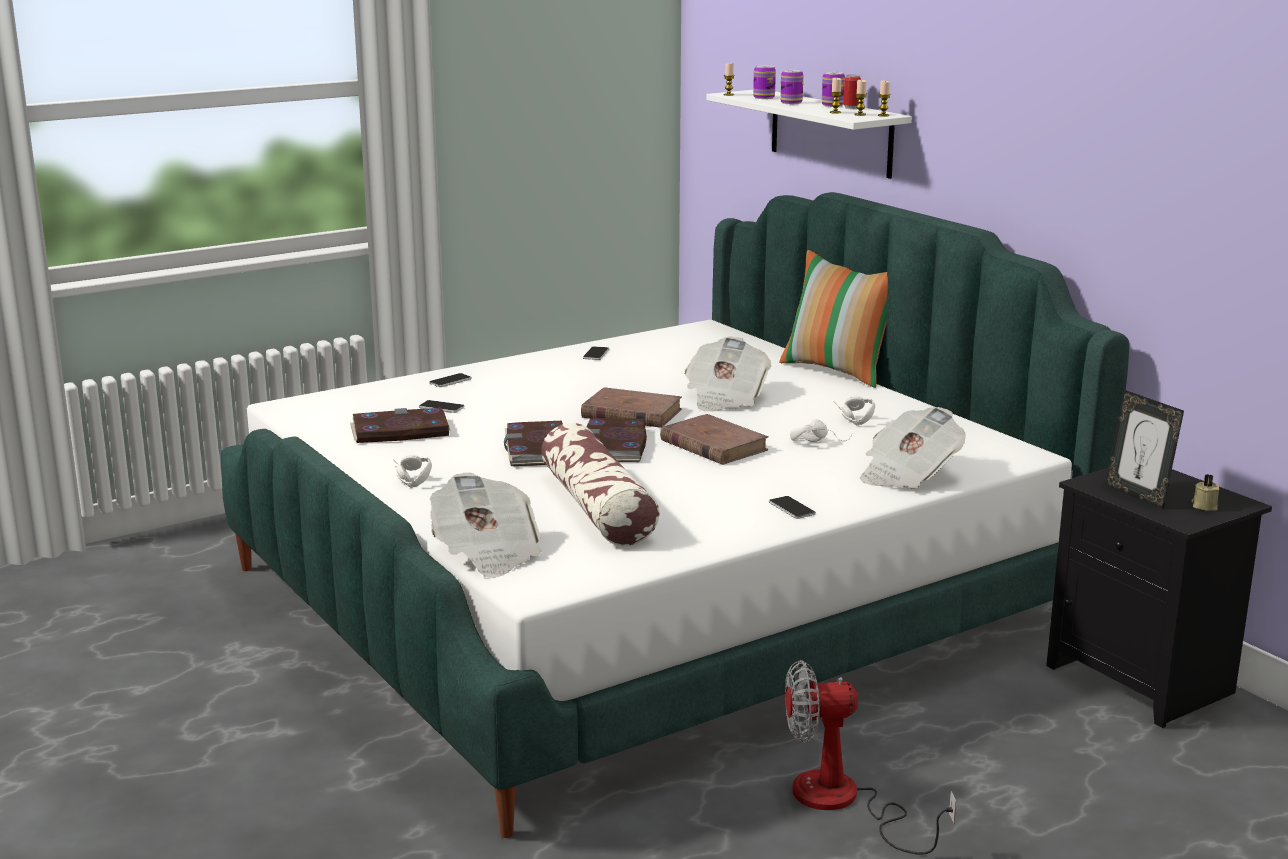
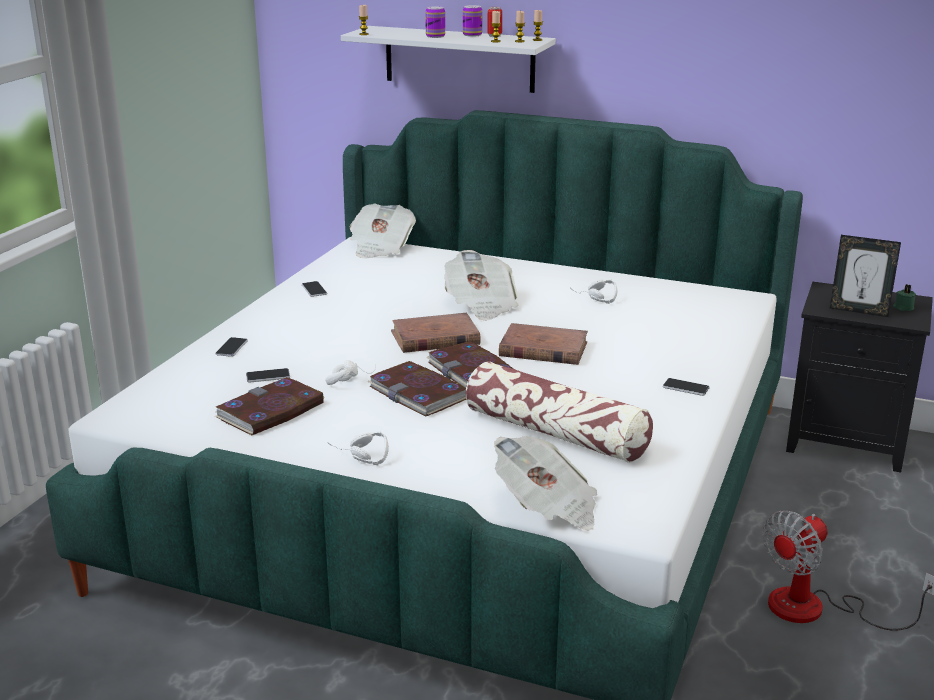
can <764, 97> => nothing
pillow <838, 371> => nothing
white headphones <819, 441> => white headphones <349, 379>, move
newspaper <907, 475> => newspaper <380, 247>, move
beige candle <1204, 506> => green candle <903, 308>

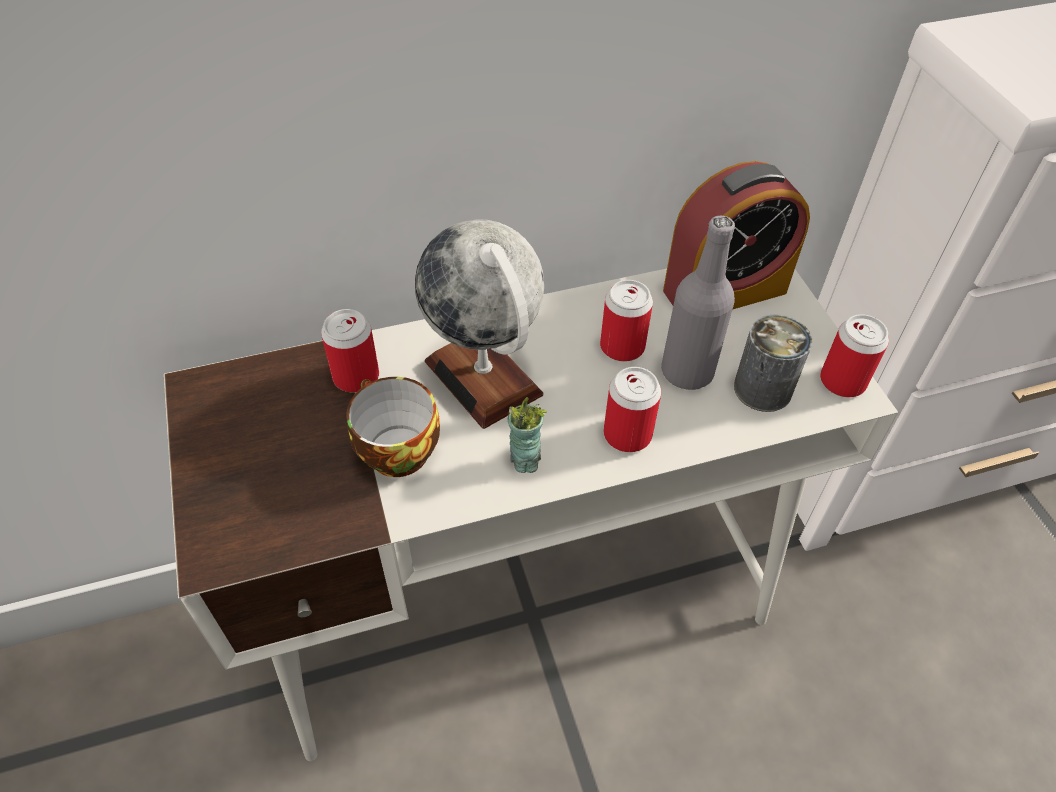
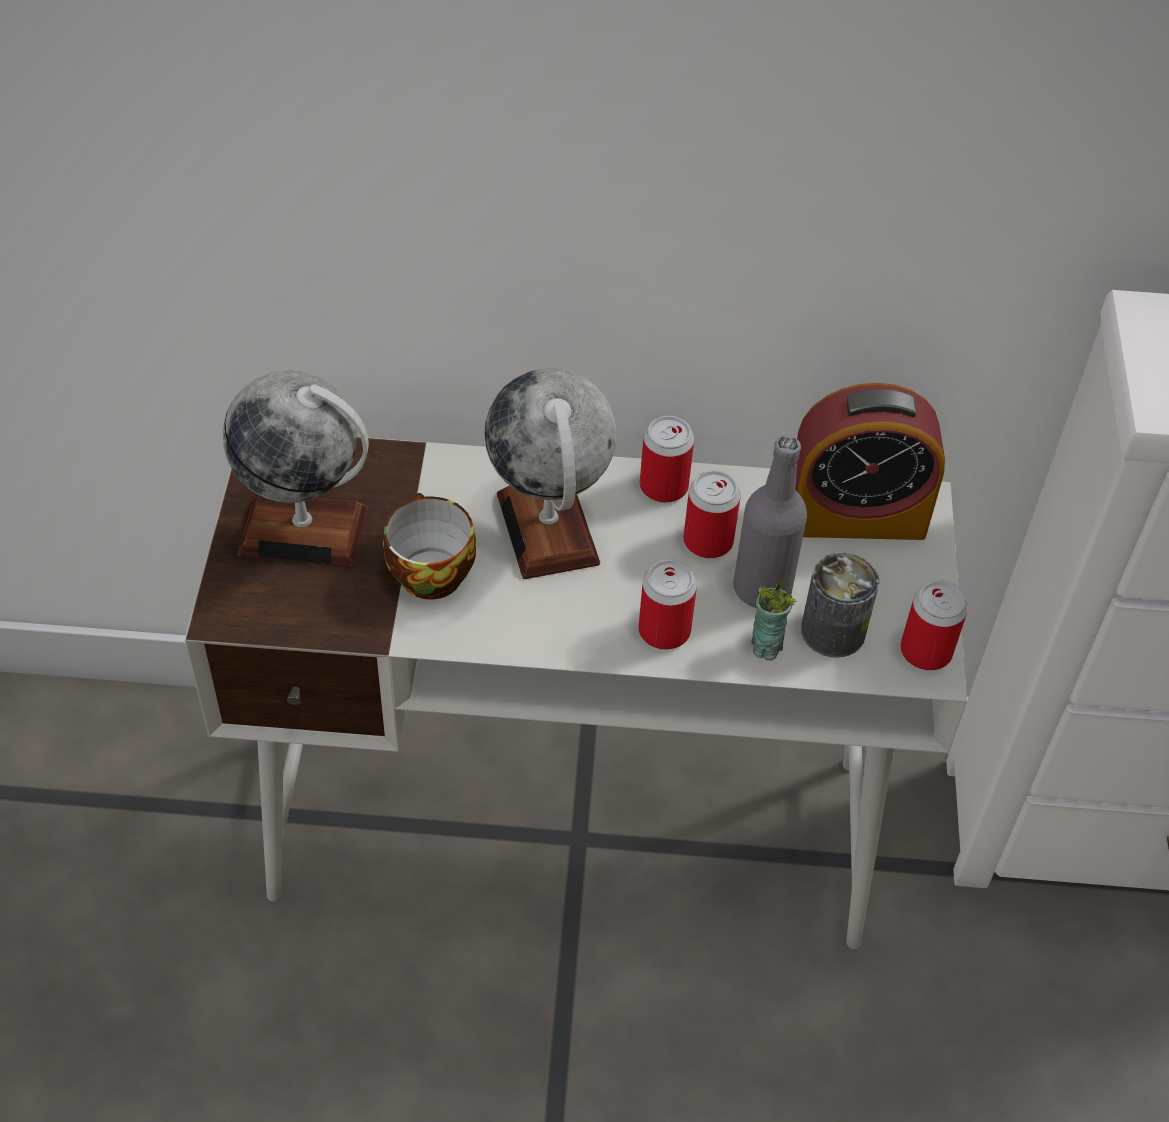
nothing => globe <304, 531>
can <356, 376> => can <663, 486>, move
cup <524, 460> => cup <765, 646>, move

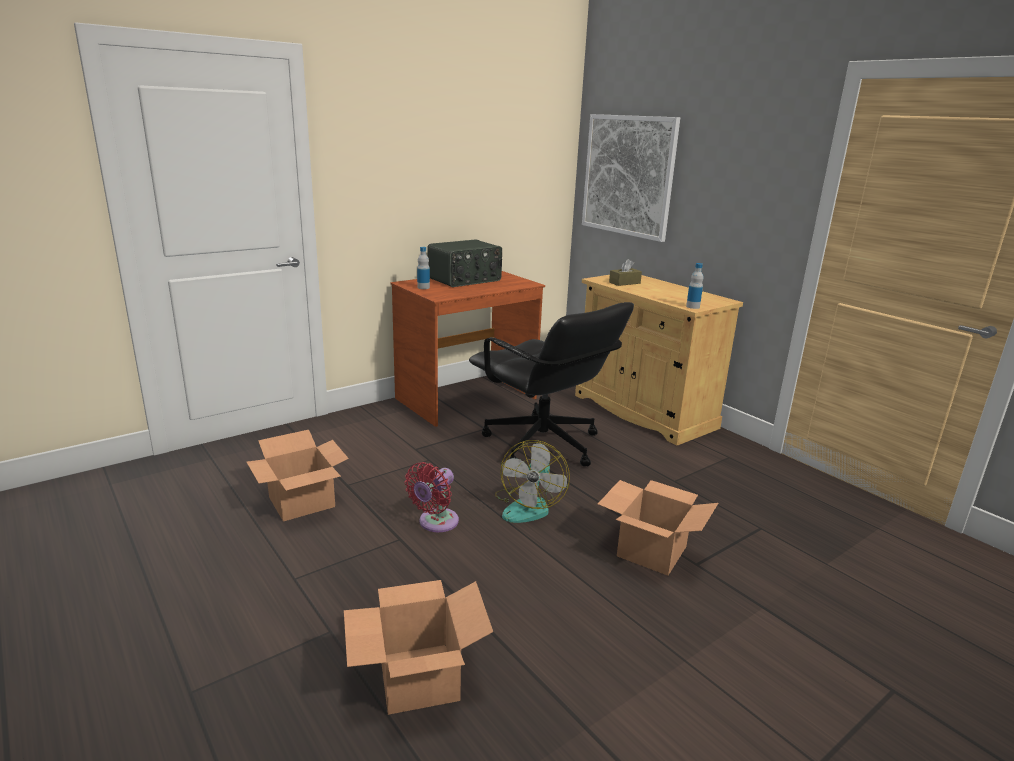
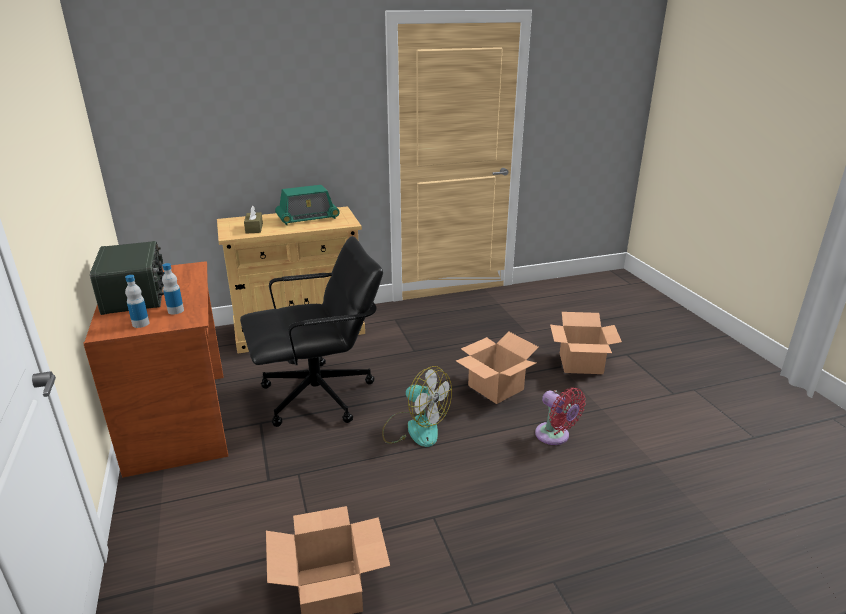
picture <628, 176> => nothing
nothing => radio <308, 218>
cardboard box <419, 679> => cardboard box <581, 363>, move
red fan <435, 523> => red fan <555, 436>, move
bottle <692, 307> => bottle <176, 311>, move

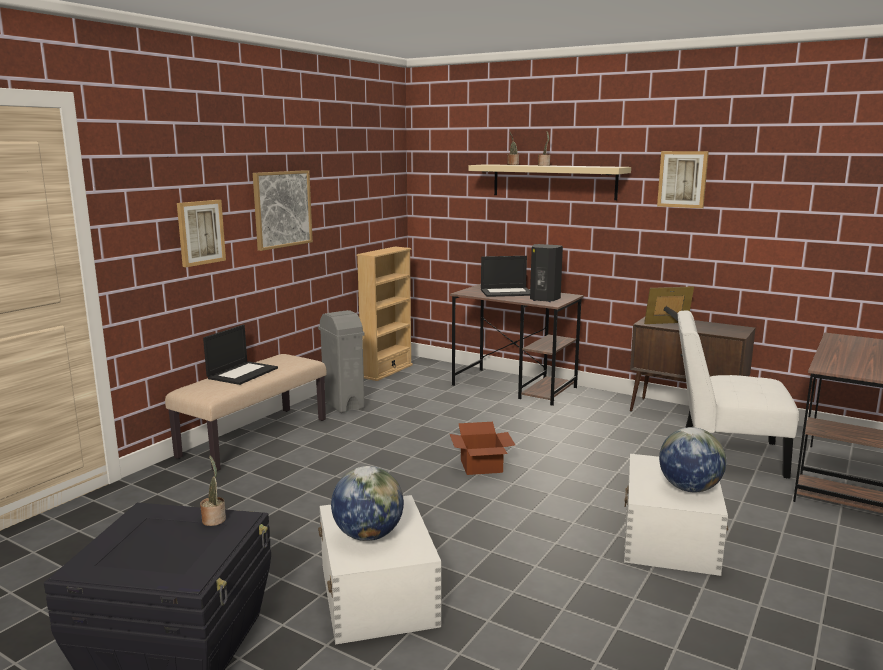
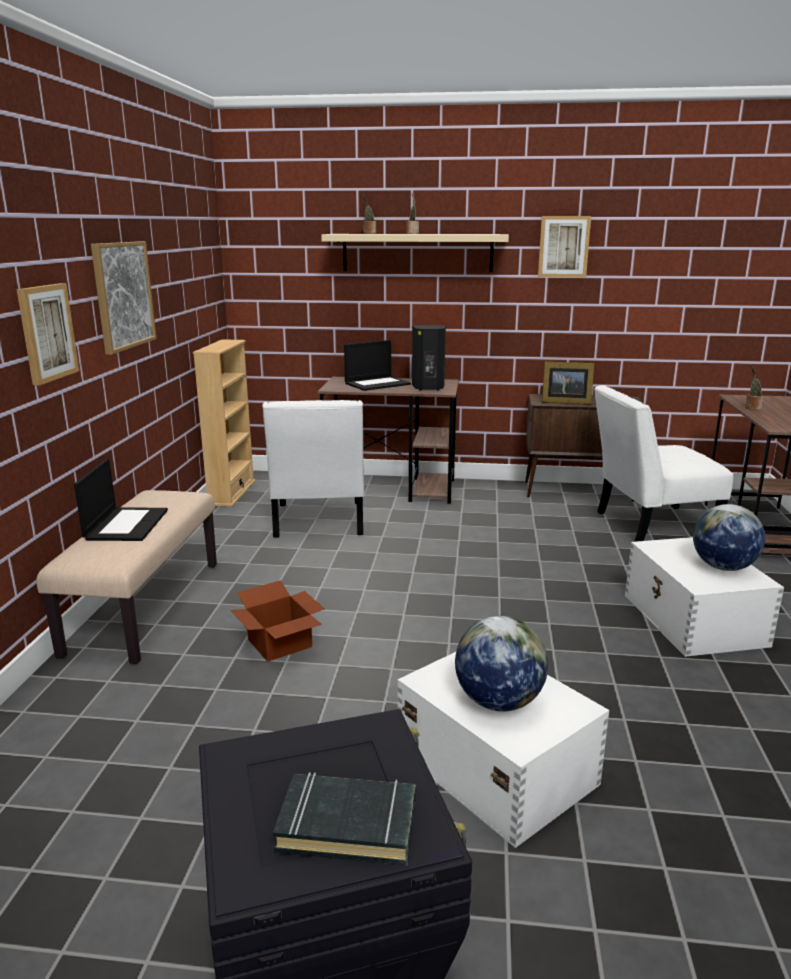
grey trash can <343, 404> => nothing
nothing => white chair <318, 522>
nothing => black book <348, 825>
potted plant <214, 519> => potted plant <752, 408>, move
cardboard box <480, 466> => cardboard box <279, 644>, move
picture frame <670, 324> => picture frame <564, 402>, 135 degrees counterclockwise

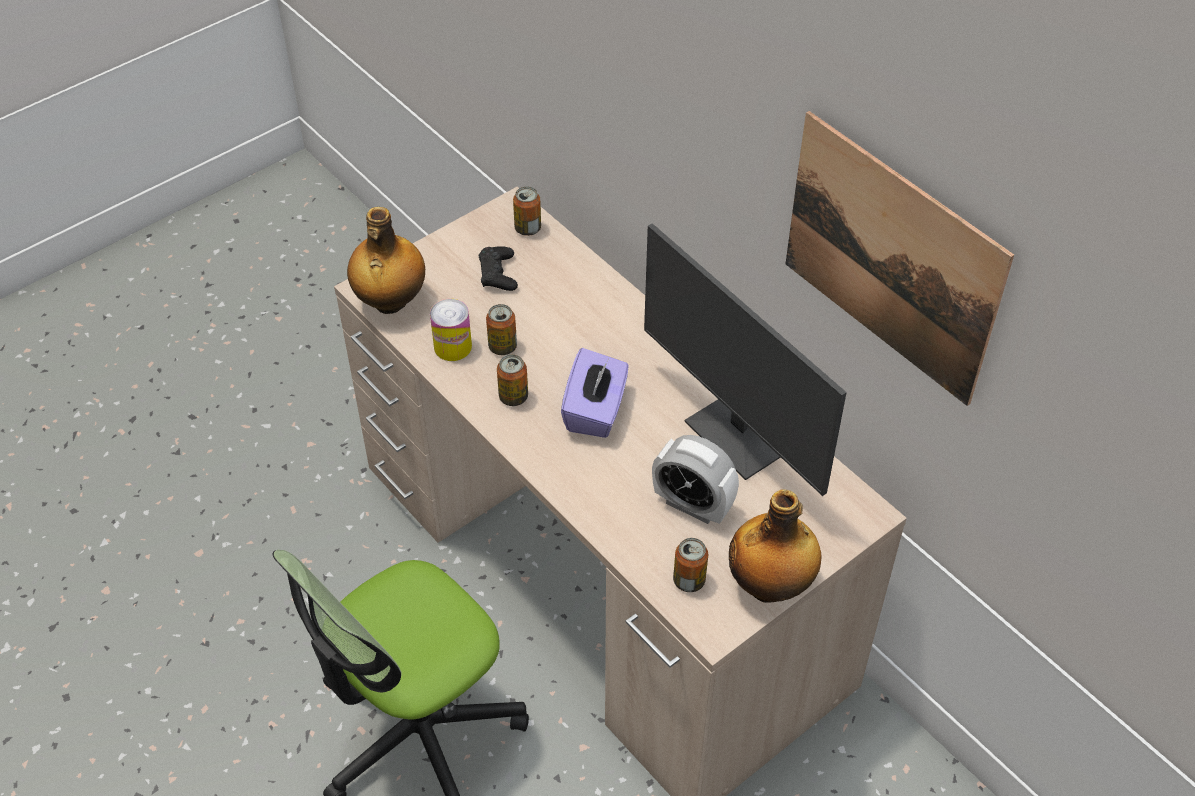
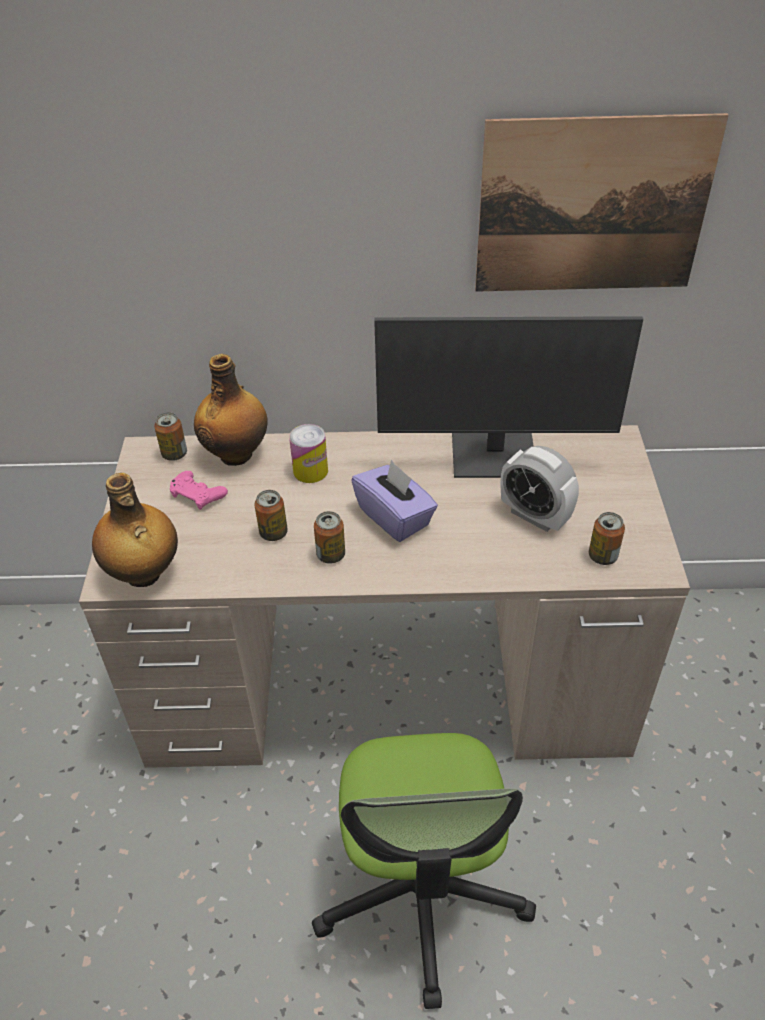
can <453, 347> => can <310, 471>, move
bottle <770, 585> => bottle <237, 454>, move
black game controller <498, 274> => pink game controller <197, 494>
alarm clock <692, 505> => alarm clock <535, 516>, 60 degrees clockwise

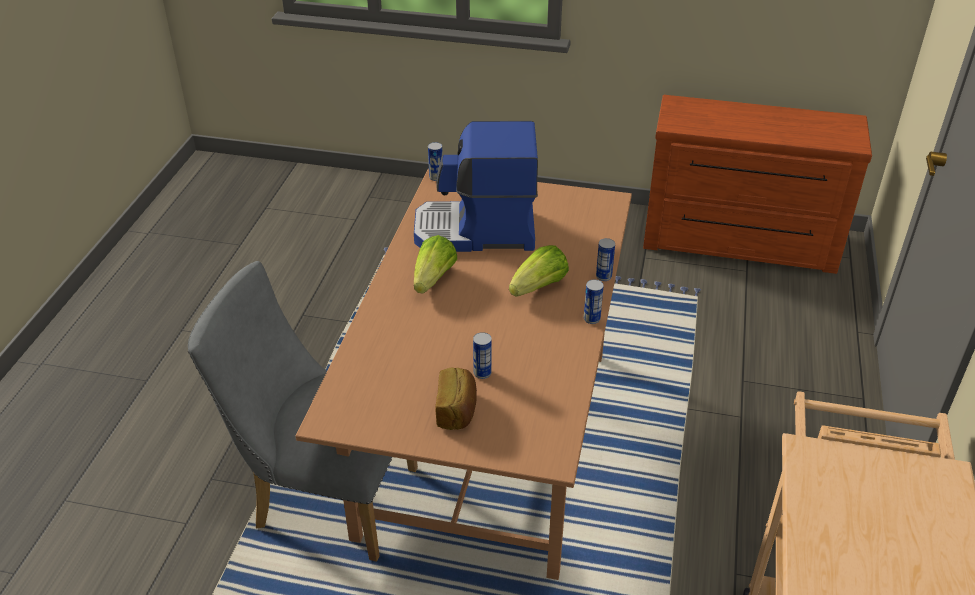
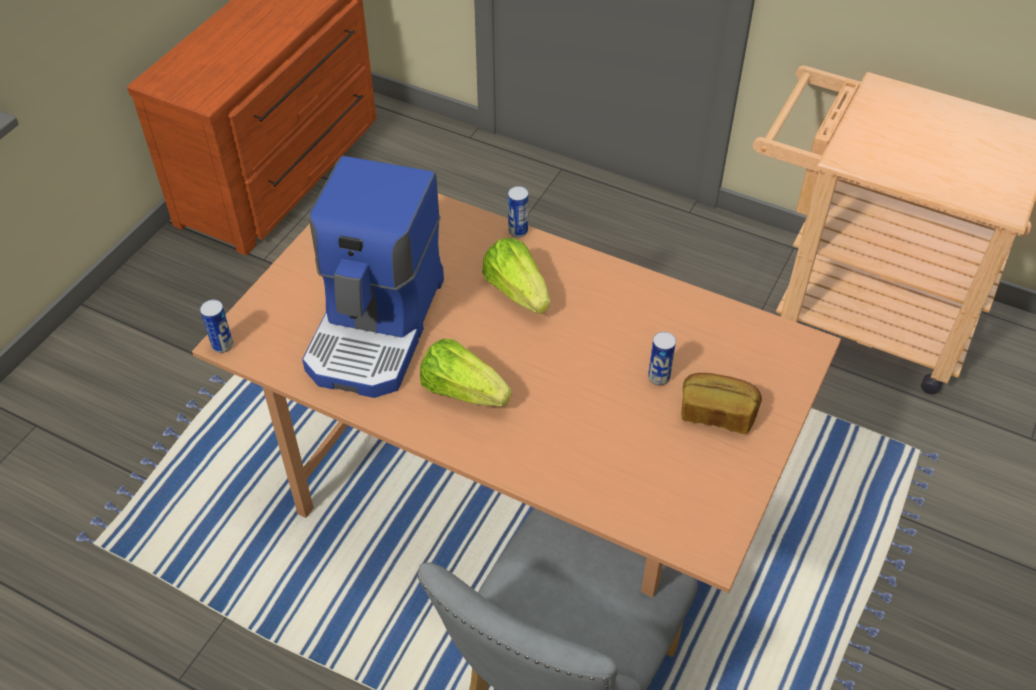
can <591, 319> => nothing

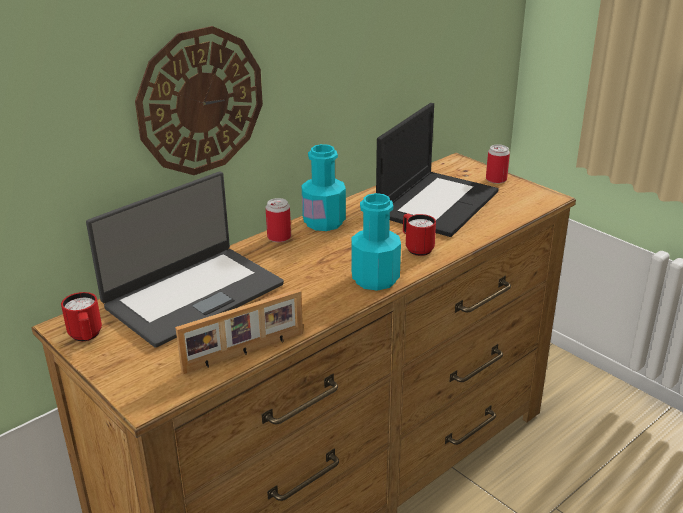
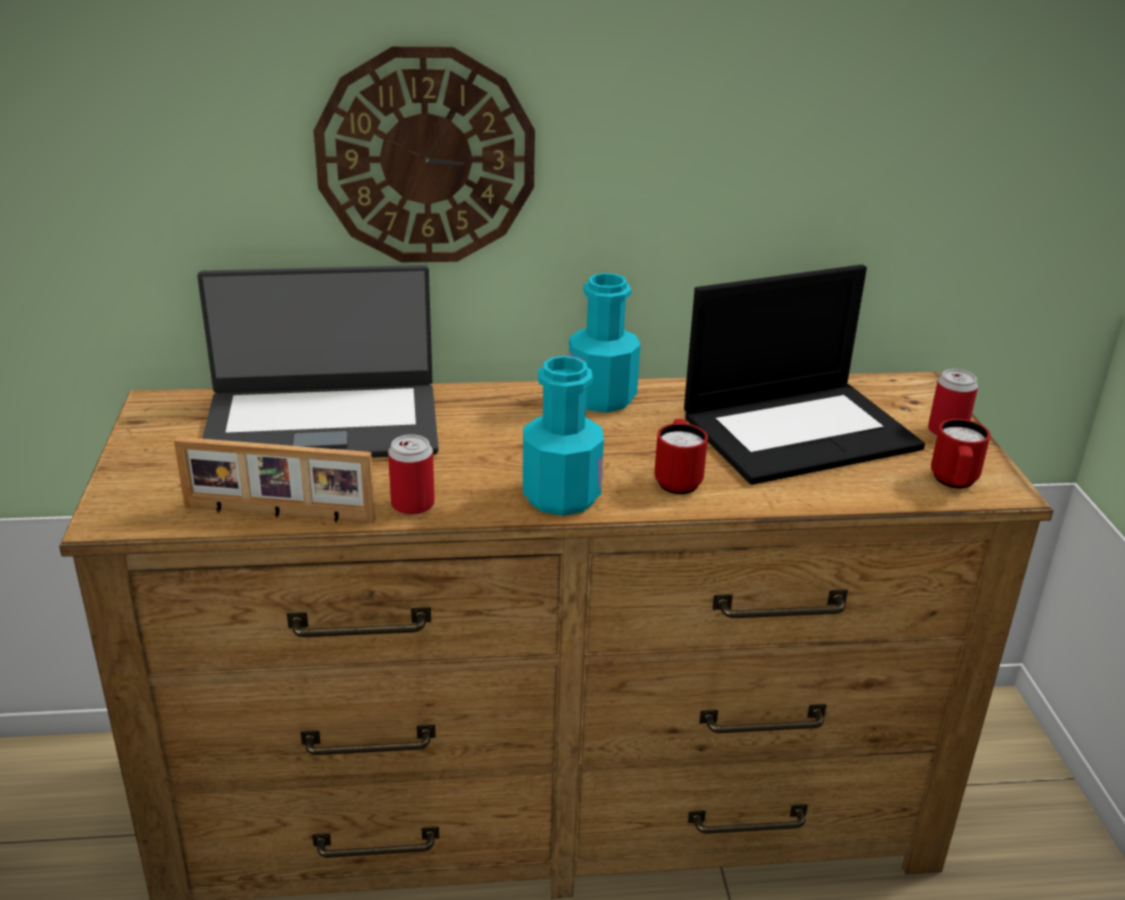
red mug <86, 337> => red mug <954, 483>, move
can <279, 237> => can <412, 504>, move

